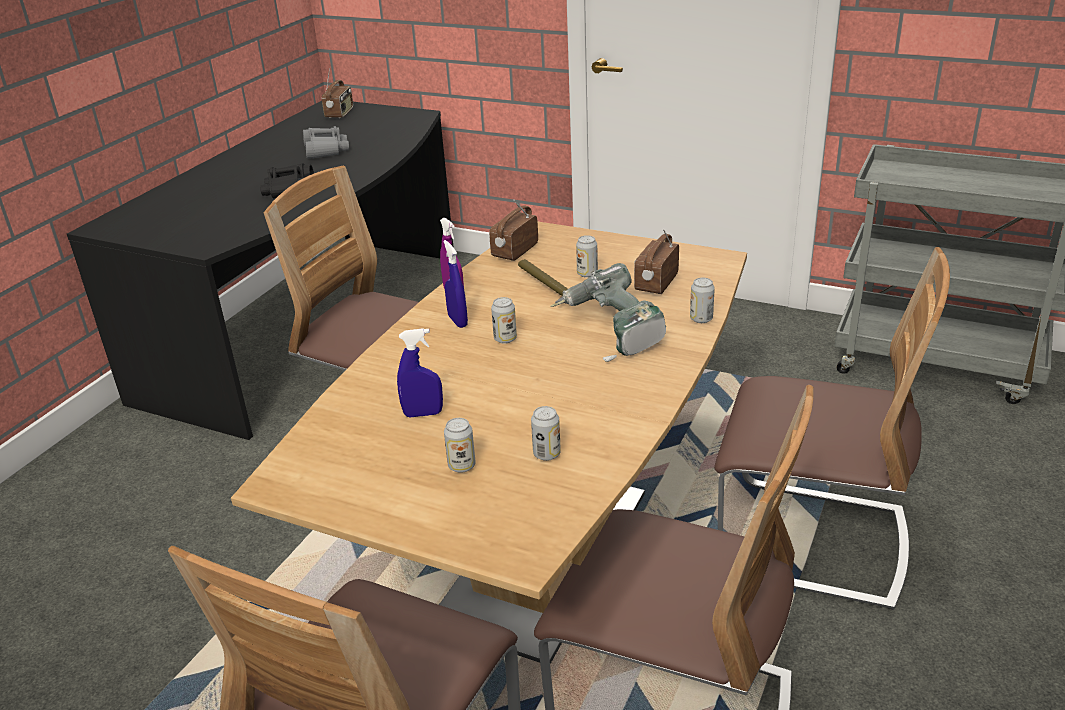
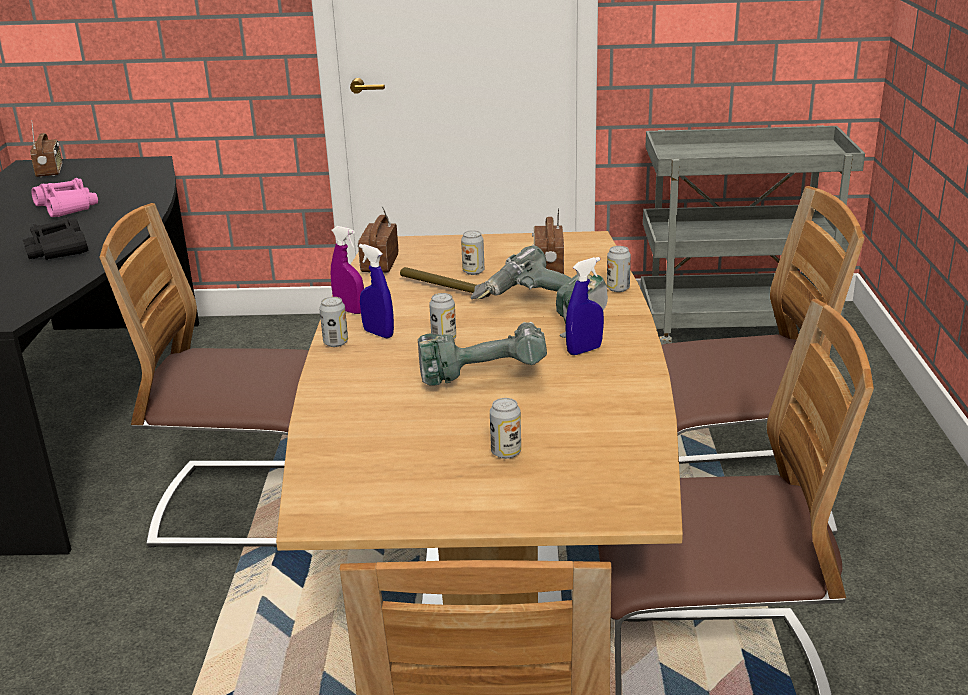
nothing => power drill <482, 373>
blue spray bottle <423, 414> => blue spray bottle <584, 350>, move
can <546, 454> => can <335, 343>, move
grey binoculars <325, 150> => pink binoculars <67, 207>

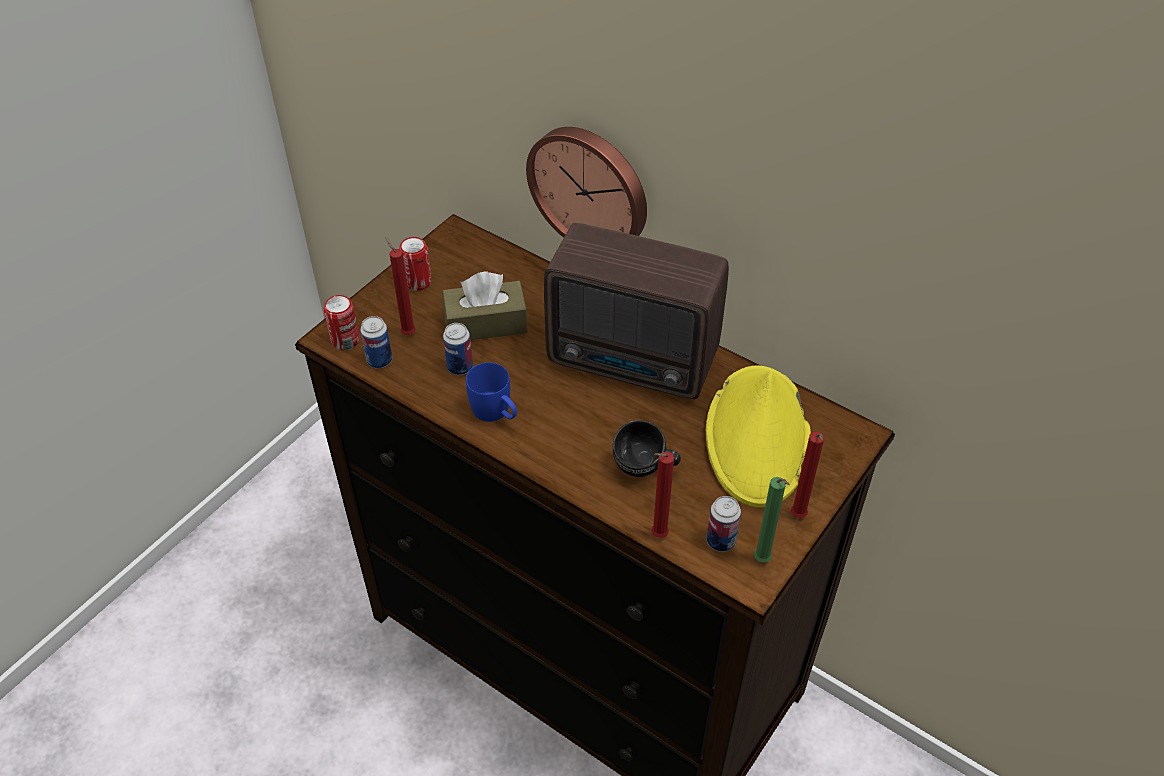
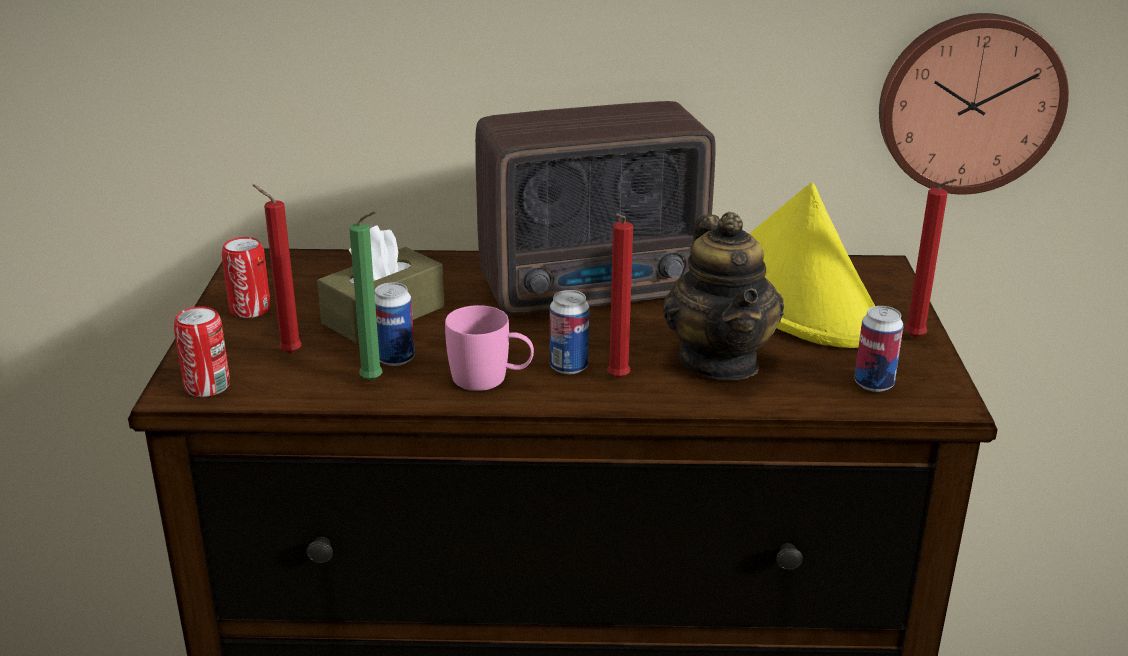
can <379, 360> => can <569, 367>, move
wall clock <590, 187> => wall clock <969, 102>, move
red candle <657, 536> => red candle <616, 380>, move
green candle <763, 562> => green candle <374, 382>, move
black mug <645, 469> => teapot <720, 361>
blue mug <496, 413> => pink mug <490, 379>

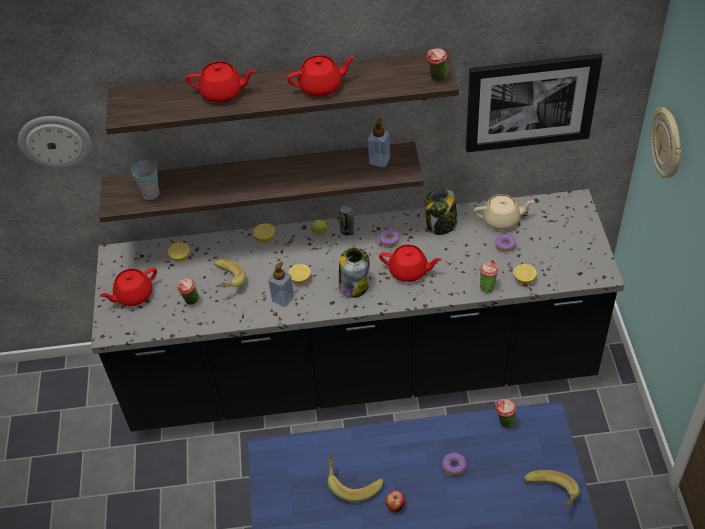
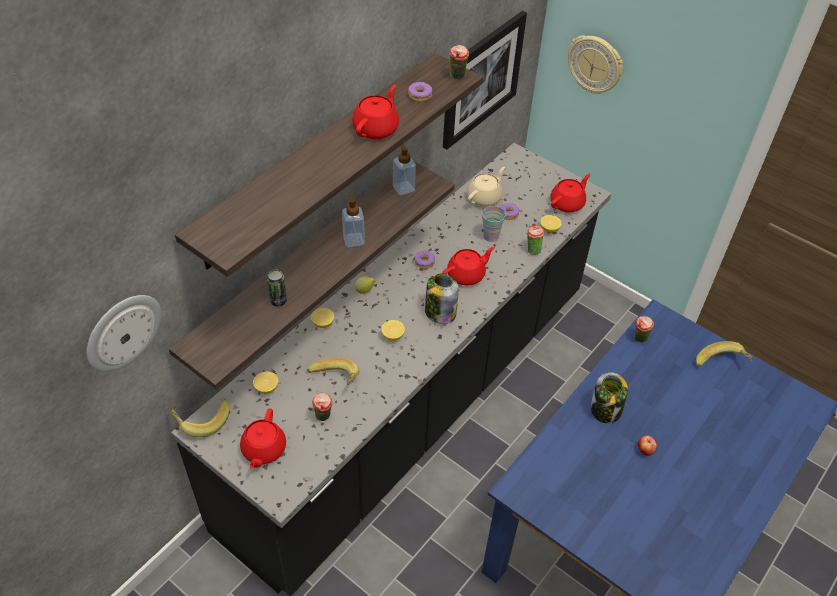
cup <151, 194> => cup <490, 236>, move
red teapot <223, 93> => red teapot <567, 203>, move
soap dispenser <283, 299> => soap dispenser <353, 240>, move
banana <353, 483> => banana <201, 420>, move
can <347, 231> => can <278, 301>, move
jar <441, 225> => jar <605, 410>, move
donut <454, 466> => donut <420, 95>, move

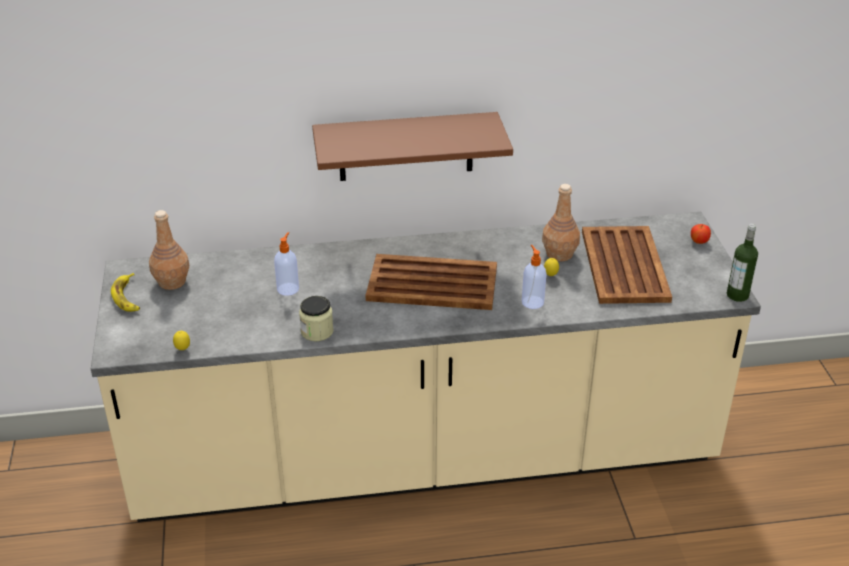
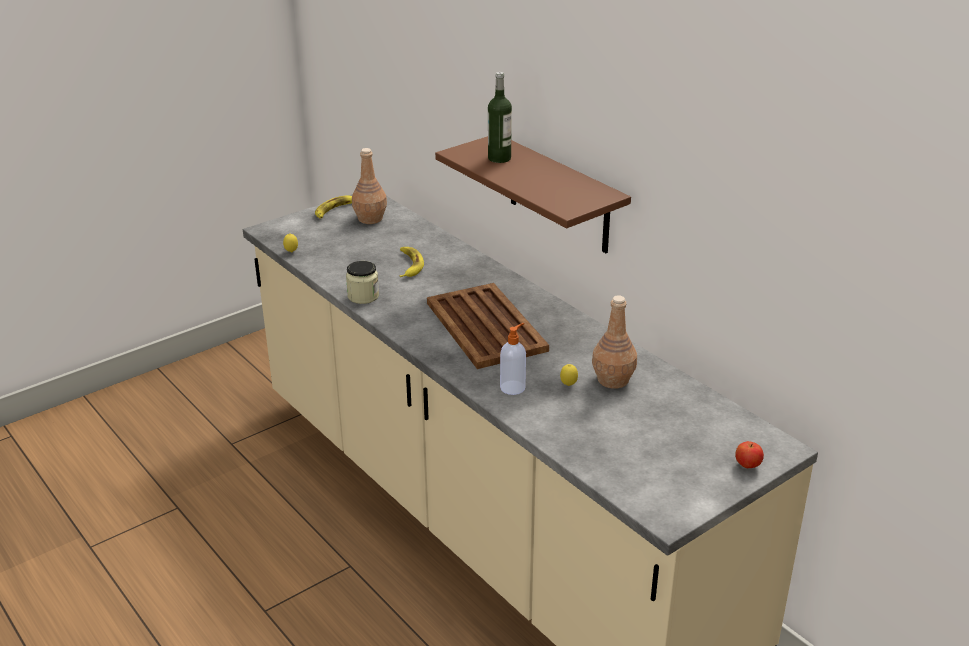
brown tray <624, 265> => nothing
bottle <737, 295> => bottle <499, 158>, move
soap dispenser <288, 288> => banana <409, 265>

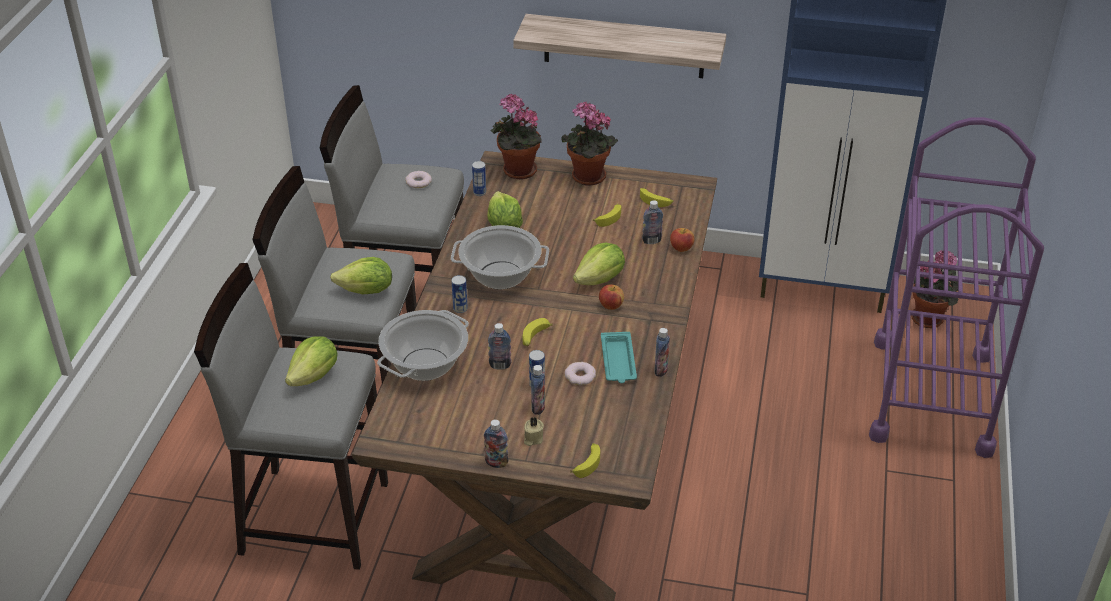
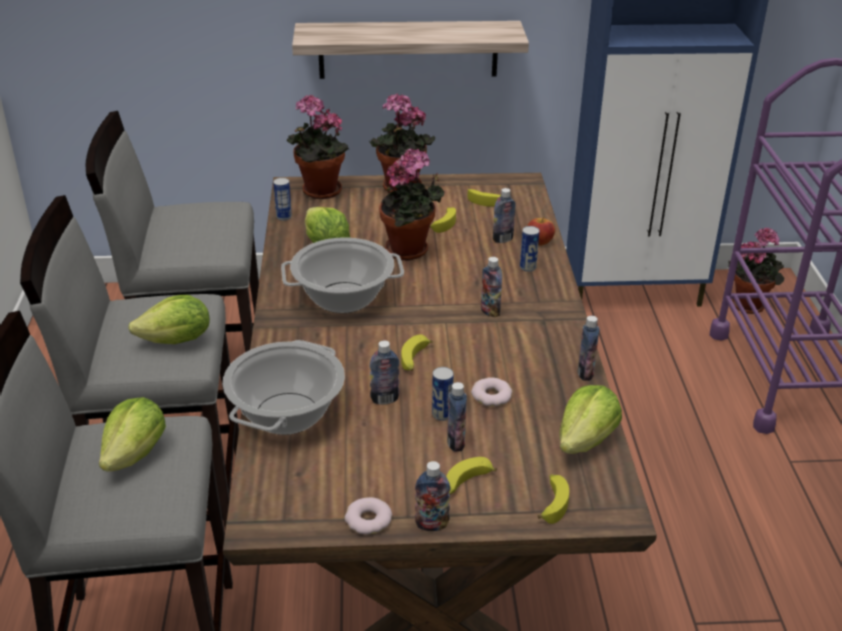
turquoise tray <618, 361> => nothing
nothing => potted plant <410, 251>
donut <418, 182> => donut <368, 520>, move
can <460, 309> => can <528, 267>, move
lettuce <600, 279> => lettuce <586, 441>, move
beige candle <532, 439> => banana <466, 483>
apple <611, 306> => bottle <490, 311>

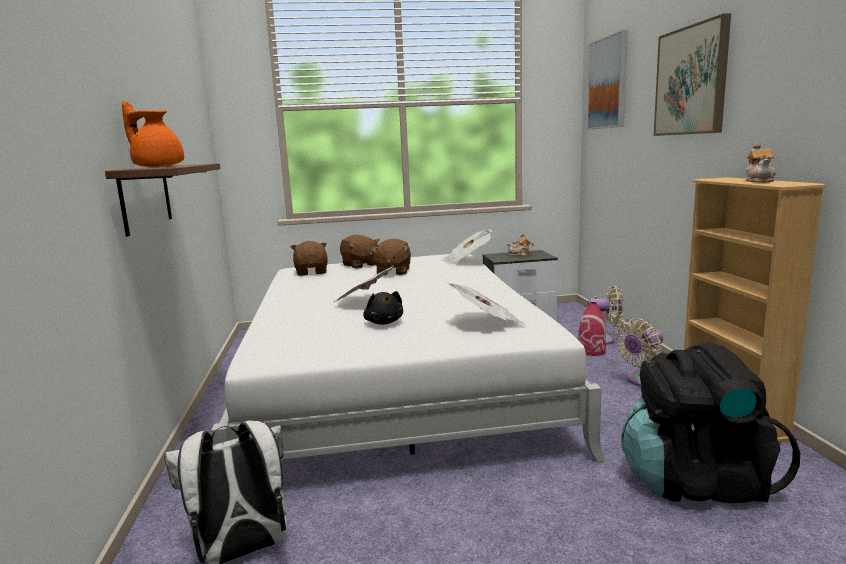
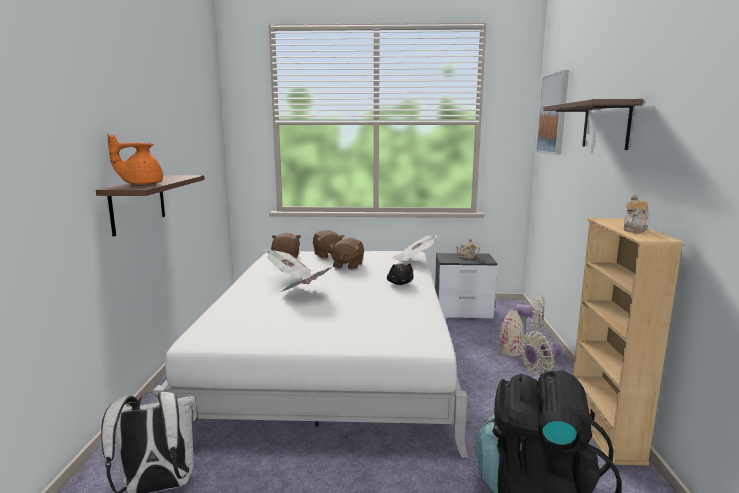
black plush toy <384, 322> => black plush toy <400, 283>, move
newspaper <487, 323> => newspaper <291, 277>, move
picture <691, 81> => brown shelf <606, 125>
red vase <592, 351> => beige vase <510, 351>
orange teapot <157, 167> => orange teapot <141, 184>, 75 degrees counterclockwise

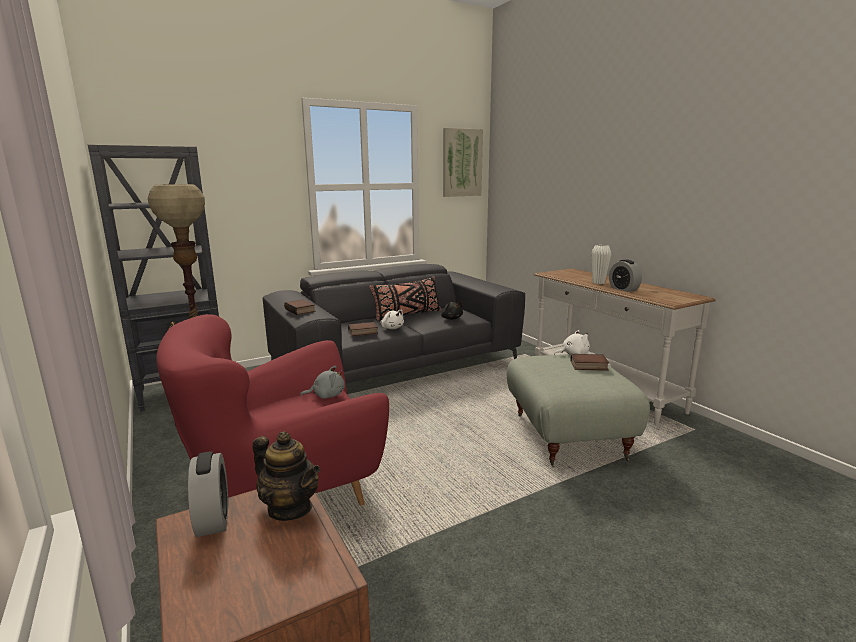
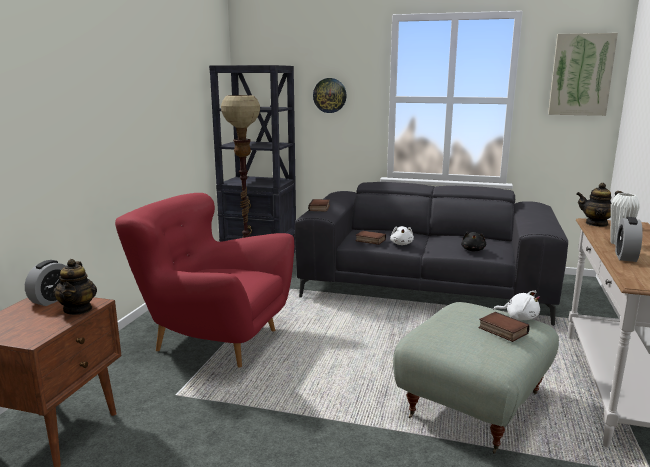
grey plush toy <326, 396> => nothing
black pillow <407, 315> => nothing
nothing => wall clock <330, 95>
nothing => teapot <597, 224>

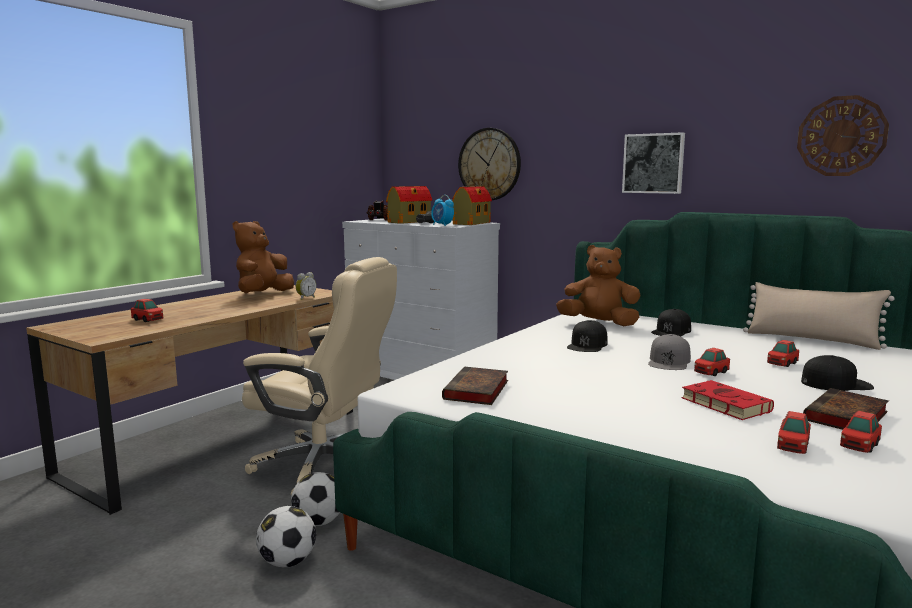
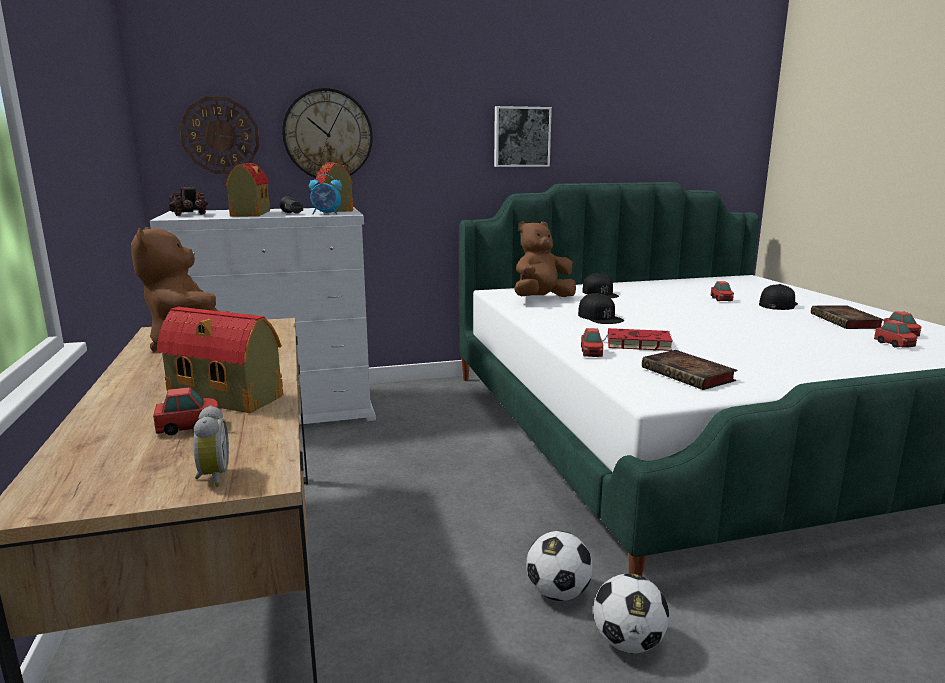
beige office chair <324, 467> => nothing
grey cap <669, 361> => nothing
beige pillow <812, 339> => nothing
nothing => toy house <227, 398>
alarm clock <305, 298> => alarm clock <211, 477>, move
red book <723, 404> => red book <636, 344>, move
toy car <711, 372> => toy car <591, 353>, move
wall clock <841, 136> => wall clock <220, 135>, move

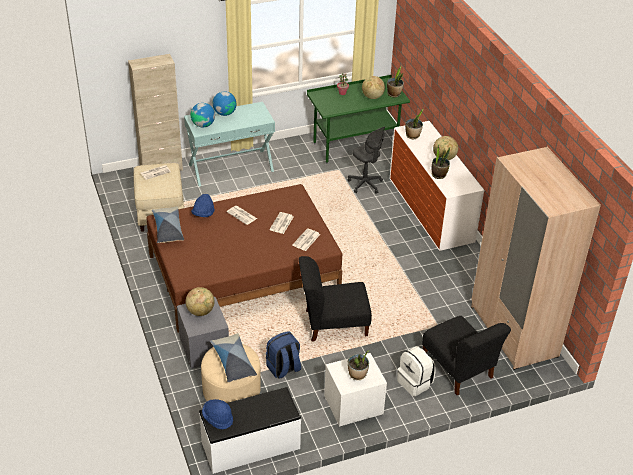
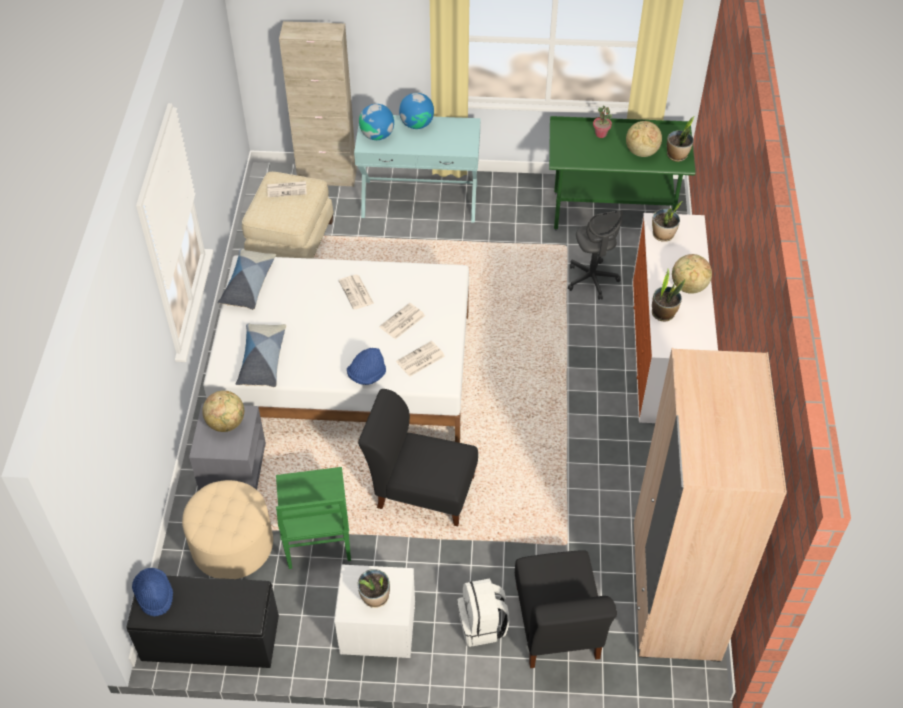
blue hat <203, 214> => blue hat <367, 375>, move
pillow <233, 362> => pillow <262, 360>, move
blue backpack <283, 368> => green chair <317, 536>
brown bed <243, 273> => white bed <346, 370>
white bench <251, 446> => black bench <210, 639>

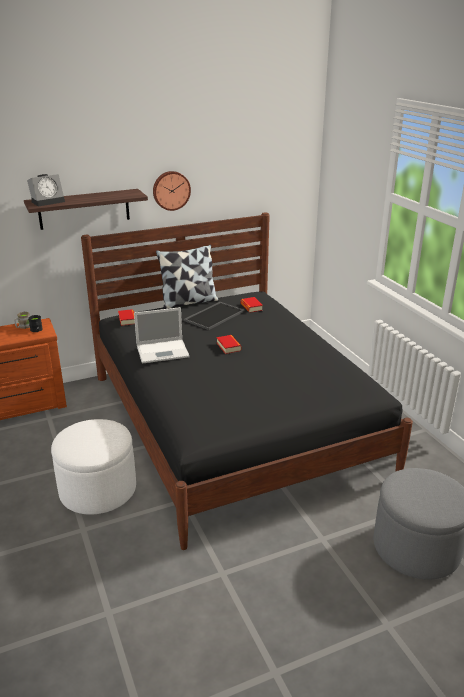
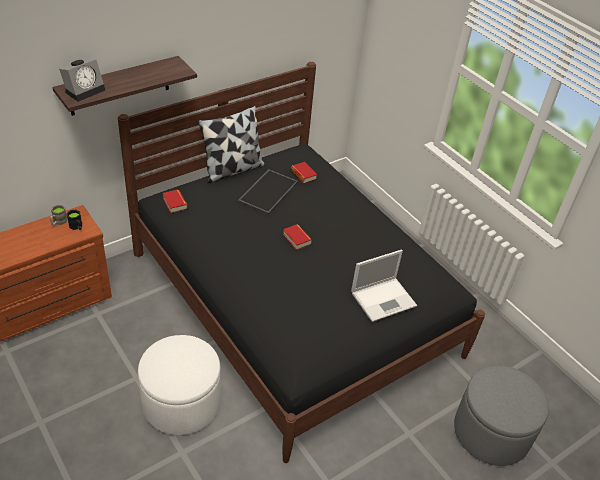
wall clock <171, 190> => nothing
laptop <163, 351> => laptop <384, 299>, move

